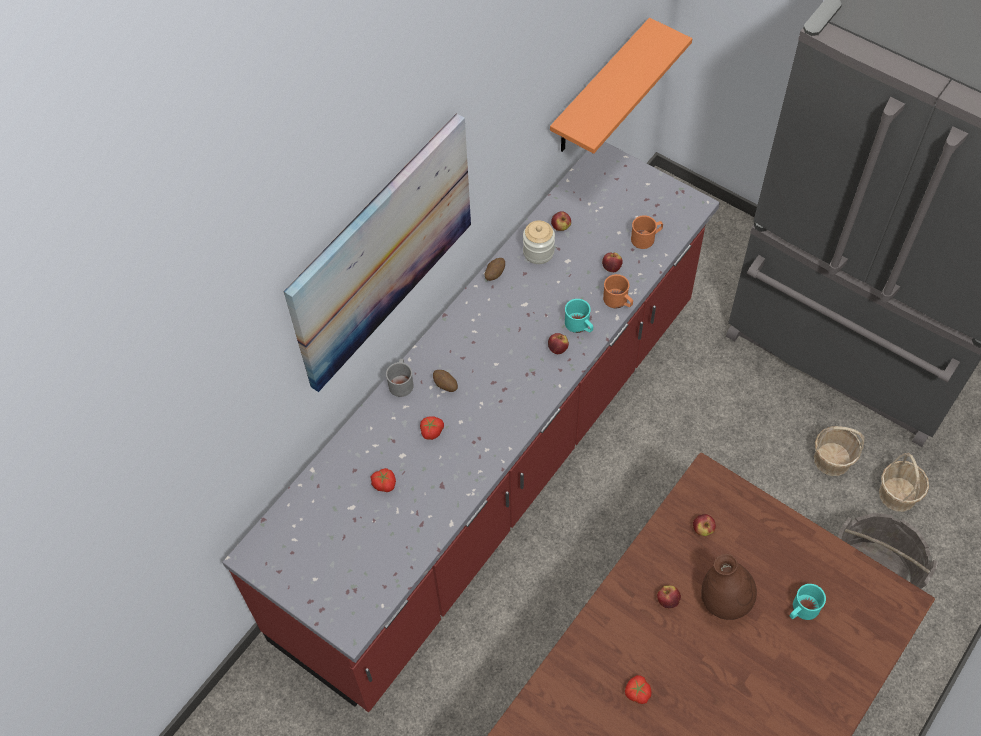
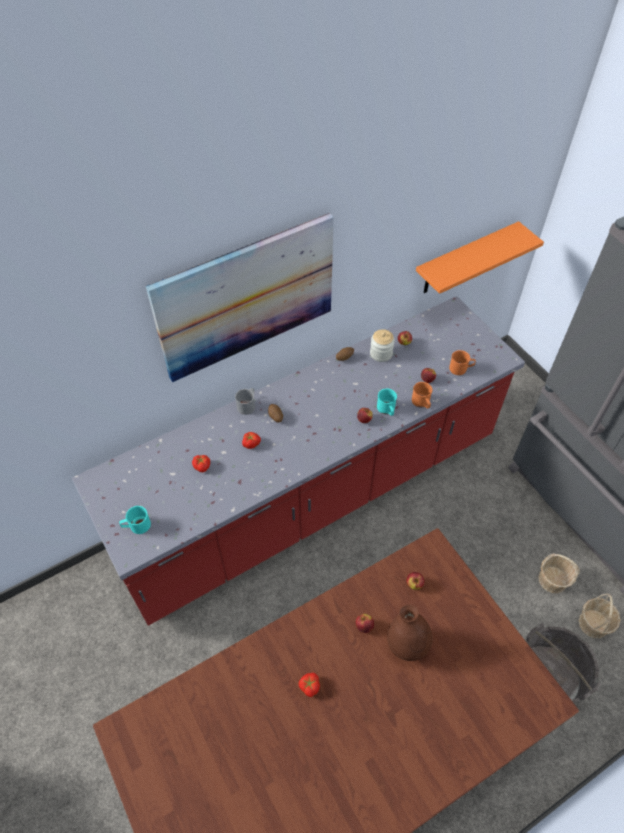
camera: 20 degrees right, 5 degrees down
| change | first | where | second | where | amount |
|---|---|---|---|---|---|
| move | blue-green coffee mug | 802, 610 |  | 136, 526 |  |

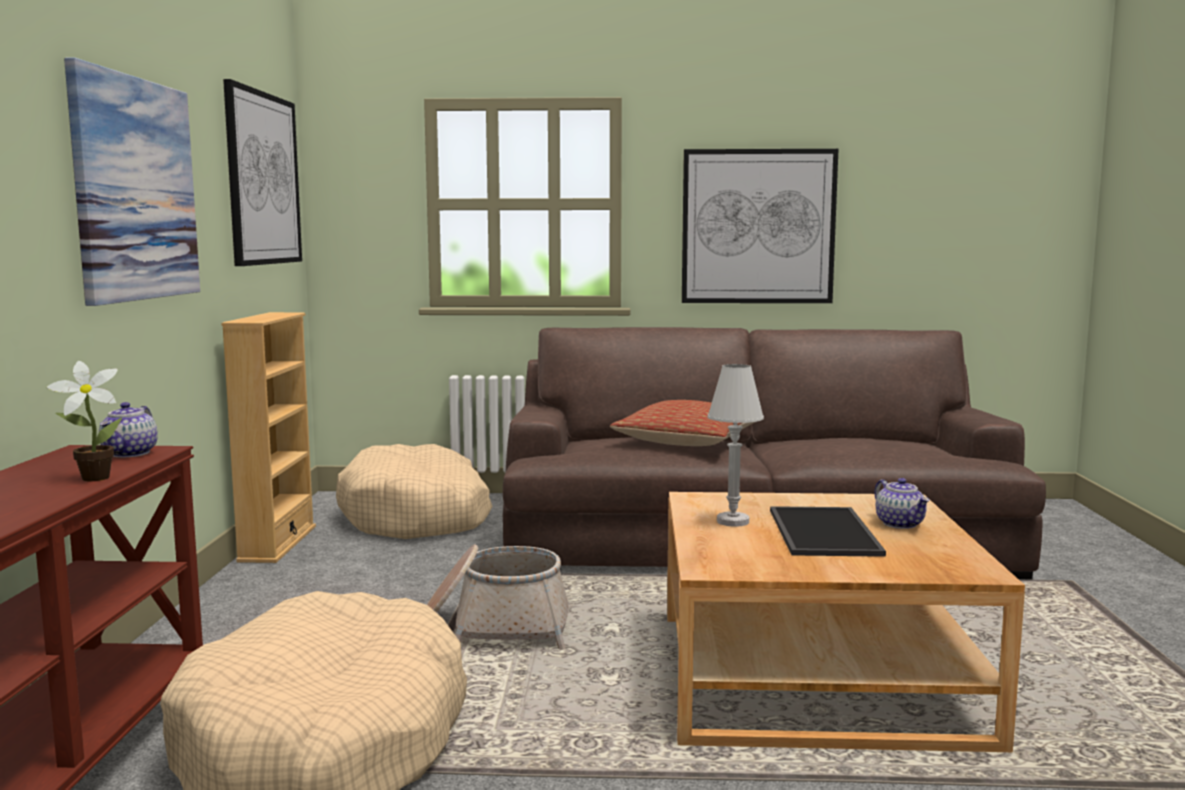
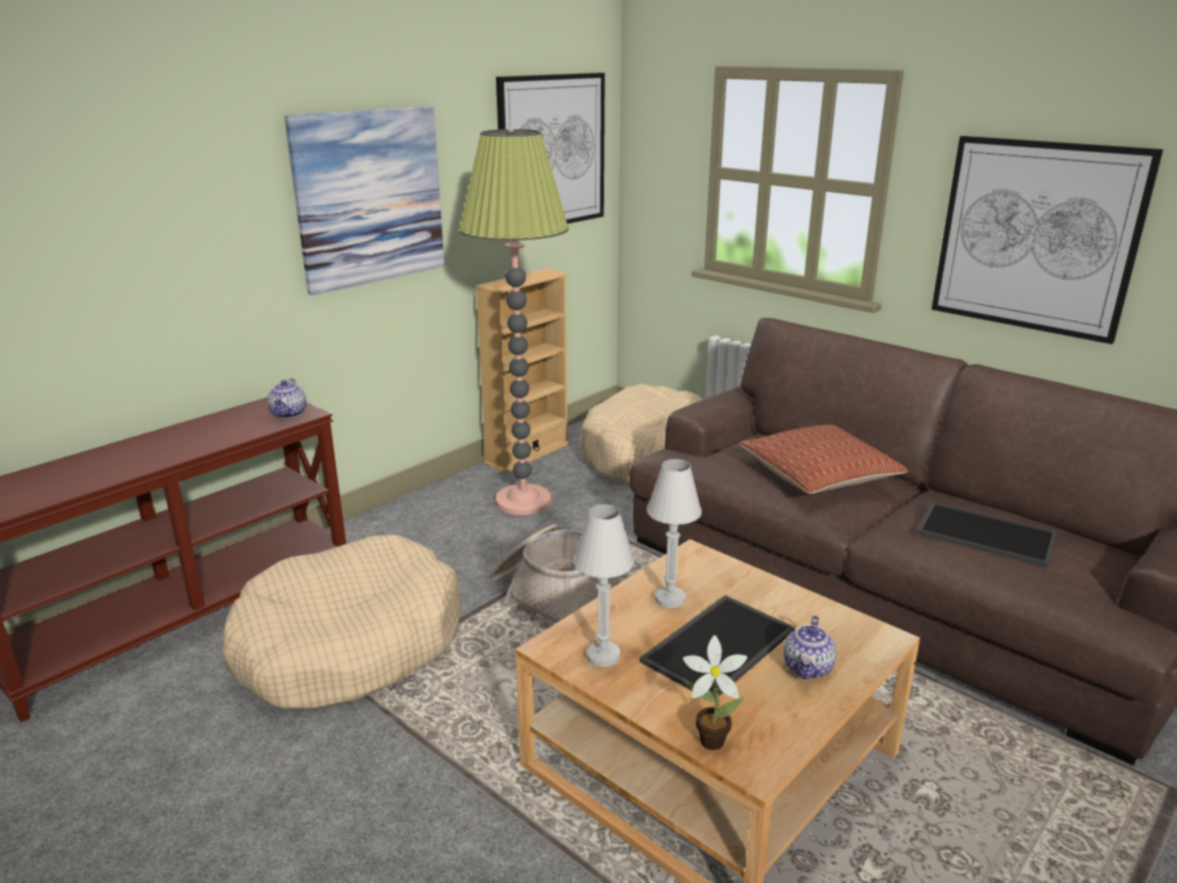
camera: 40 degrees right, 15 degrees up
| change | first | where | second | where | amount |
|---|---|---|---|---|---|
| rotate | tea pot | 130, 453 |  | 289, 414 | 45 degrees counterclockwise |
| insert |  |  | floor lamp | 523, 501 |  |
| insert |  |  | whitish table lamp | 603, 656 |  |
| move | plant in a pot | 91, 478 |  | 708, 739 |  |
| insert |  |  | serving tray | 984, 535 |  |

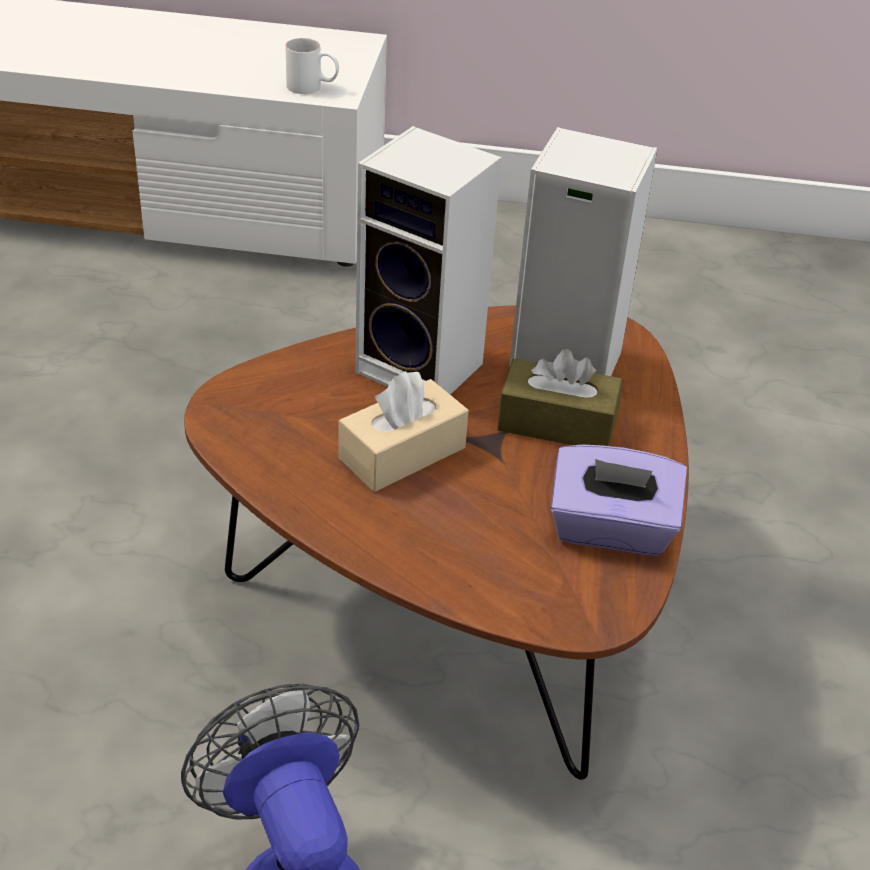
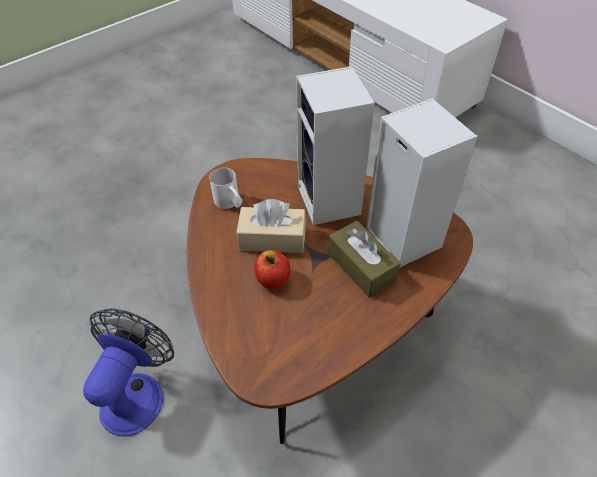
camera: 45 degrees right, 10 degrees up
| change | first | where | second | where | amount |
|---|---|---|---|---|---|
| move | whitish coffee mug | 312, 88 |  | 230, 204 |  |
| insert |  |  | apple fruit | 273, 279 |  |
| delete | purple box of tissues | 611, 530 |  |  |  |

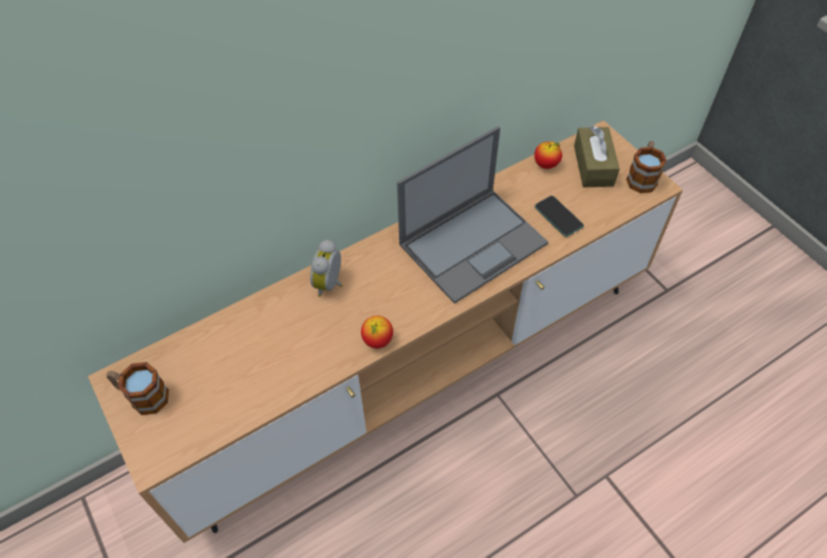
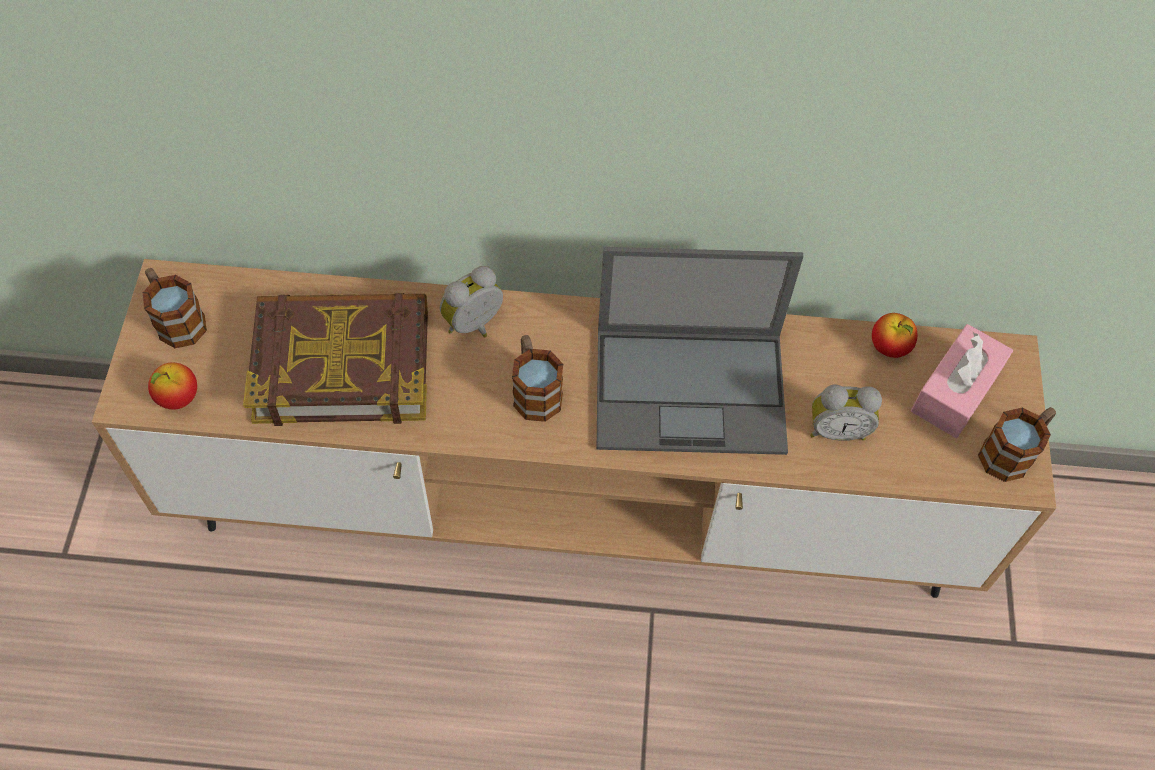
camera: 35 degrees right, 5 degrees up
| change | first | where | second | where | amount |
|---|---|---|---|---|---|
| move | apple fruit | 377, 340 |  | 178, 398 |  |
| insert |  |  | book | 342, 363 |  |
| insert |  |  | coffee mug | 534, 390 |  |
| replace | phone | 558, 217 | bedside clock | 837, 429 |  |
| recolor | brown box of tissues | 593, 166 | pinkish box of tissues | 955, 391 |  |

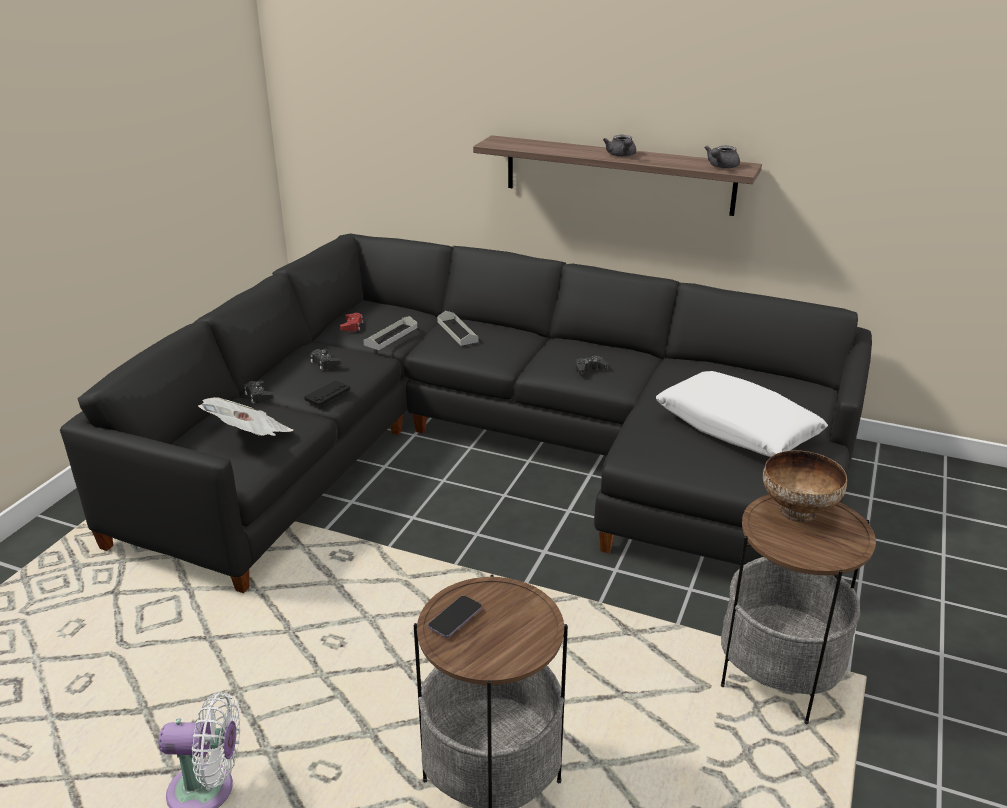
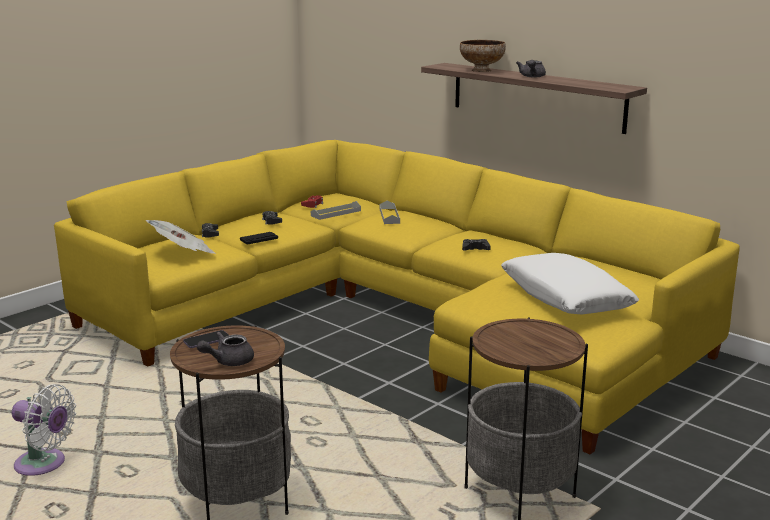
camera: 20 degrees right, 10 degrees down
| change | first | where | second | where | amount |
|---|---|---|---|---|---|
| recolor | black sofa | 495, 454 | yellow-coloured sofa | 398, 319 |  |
| move | grey tea pot | 721, 167 |  | 228, 361 |  |
| move | bowl | 799, 511 |  | 482, 70 |  |

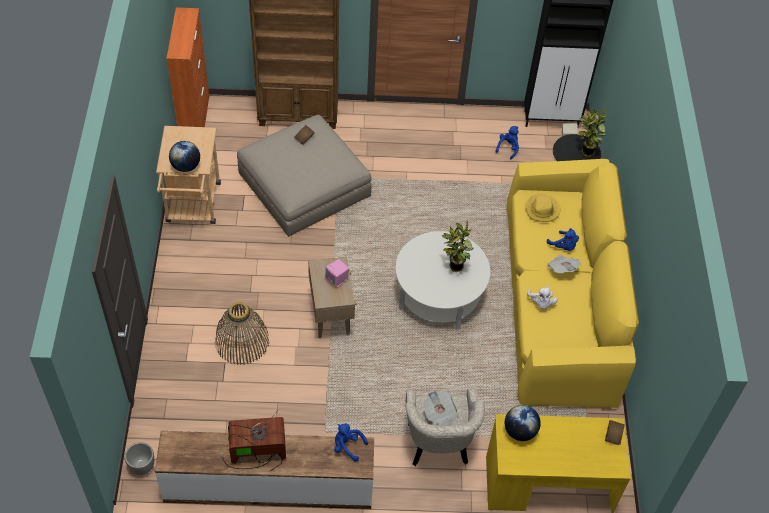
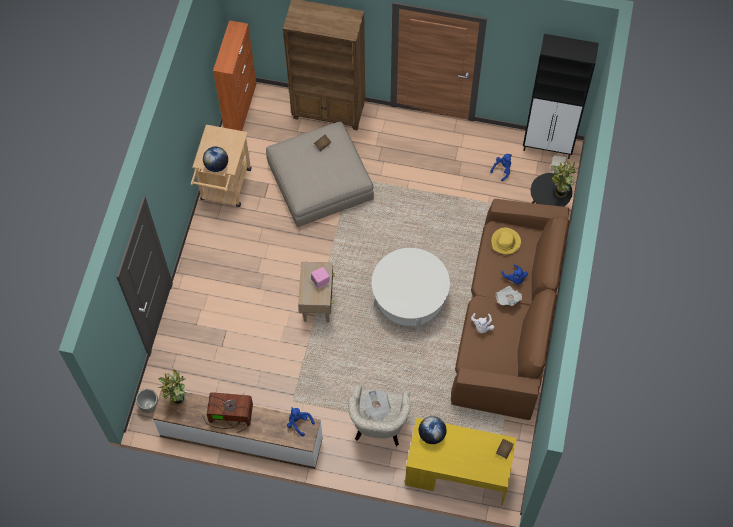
camera: 15 degrees right, 10 degrees up
| change | first | where | second | where | amount |
|---|---|---|---|---|---|
| move | plant in a pot | 454, 267 |  | 177, 399 |  |
| recolor | yellow-coloured sofa | 558, 302 | brown sofa | 507, 320 |  |
| delete | storage basket | 242, 342 |  |  |  |

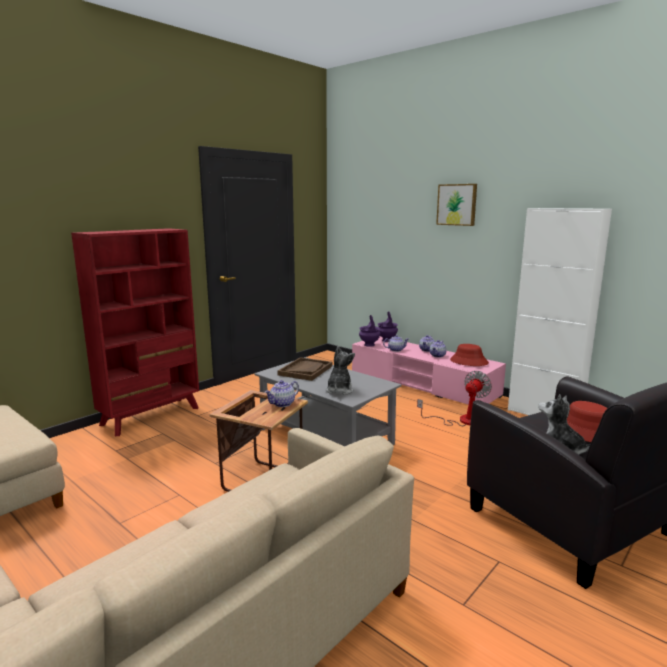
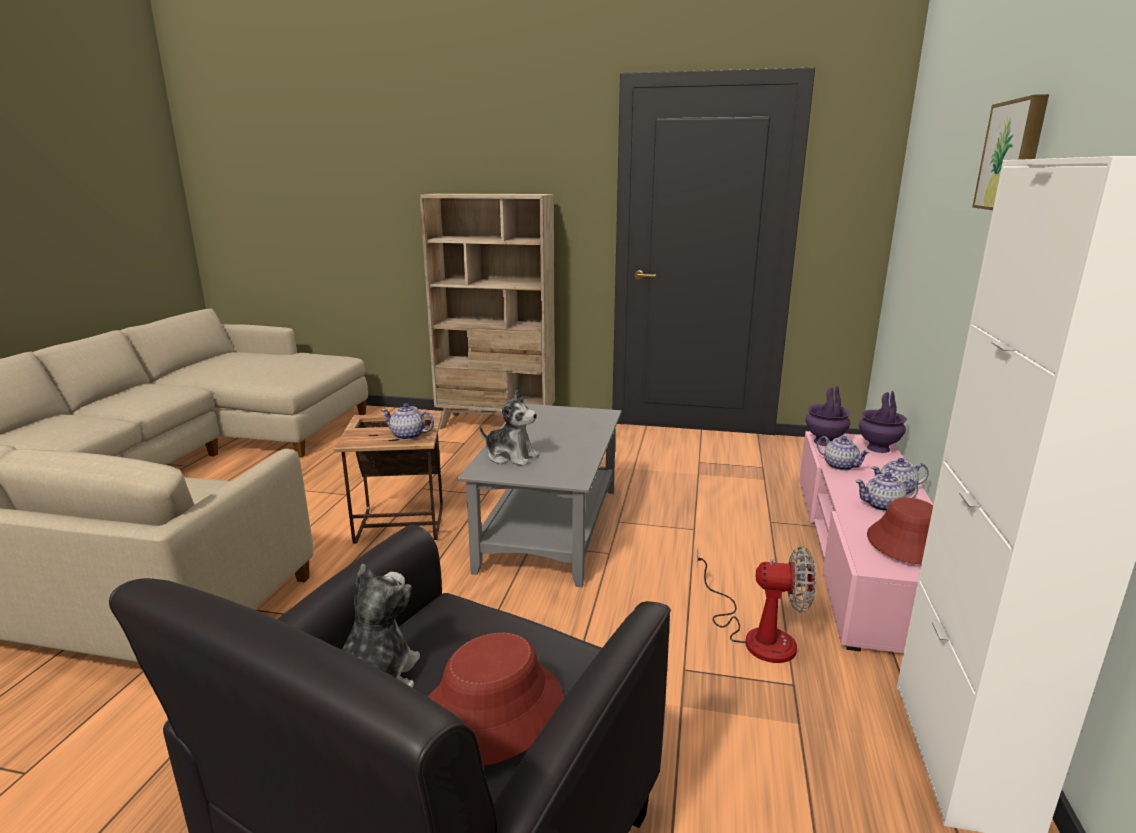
camera: 60 degrees right, 5 degrees up
| change | first | where | second | where | amount |
|---|---|---|---|---|---|
| recolor | reddish bookcase | 151, 416 | beige-coloured bookcase | 496, 425 |  |
| rotate | cuddly toy | 339, 390 |  | 511, 456 | 45 degrees clockwise |
| delete | brown serving tray | 305, 370 |  |  |  |

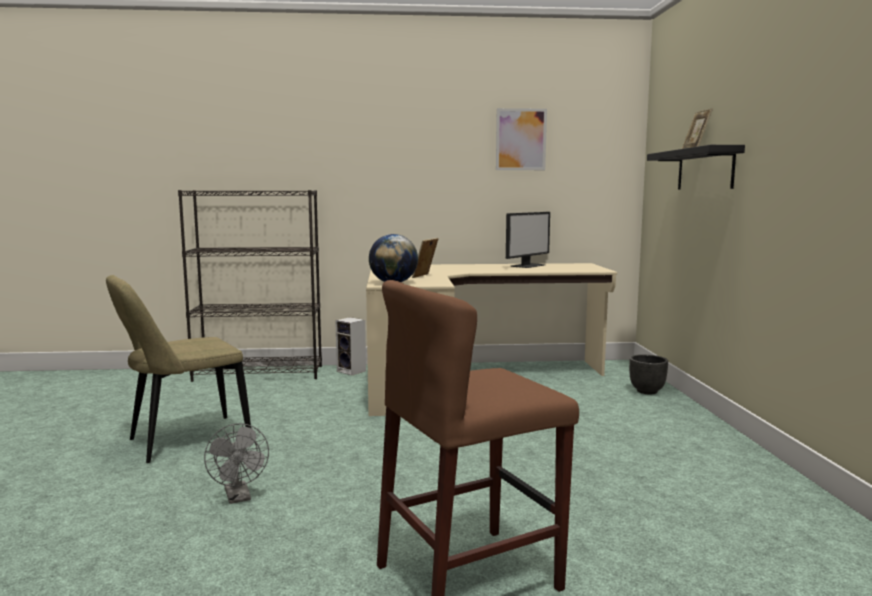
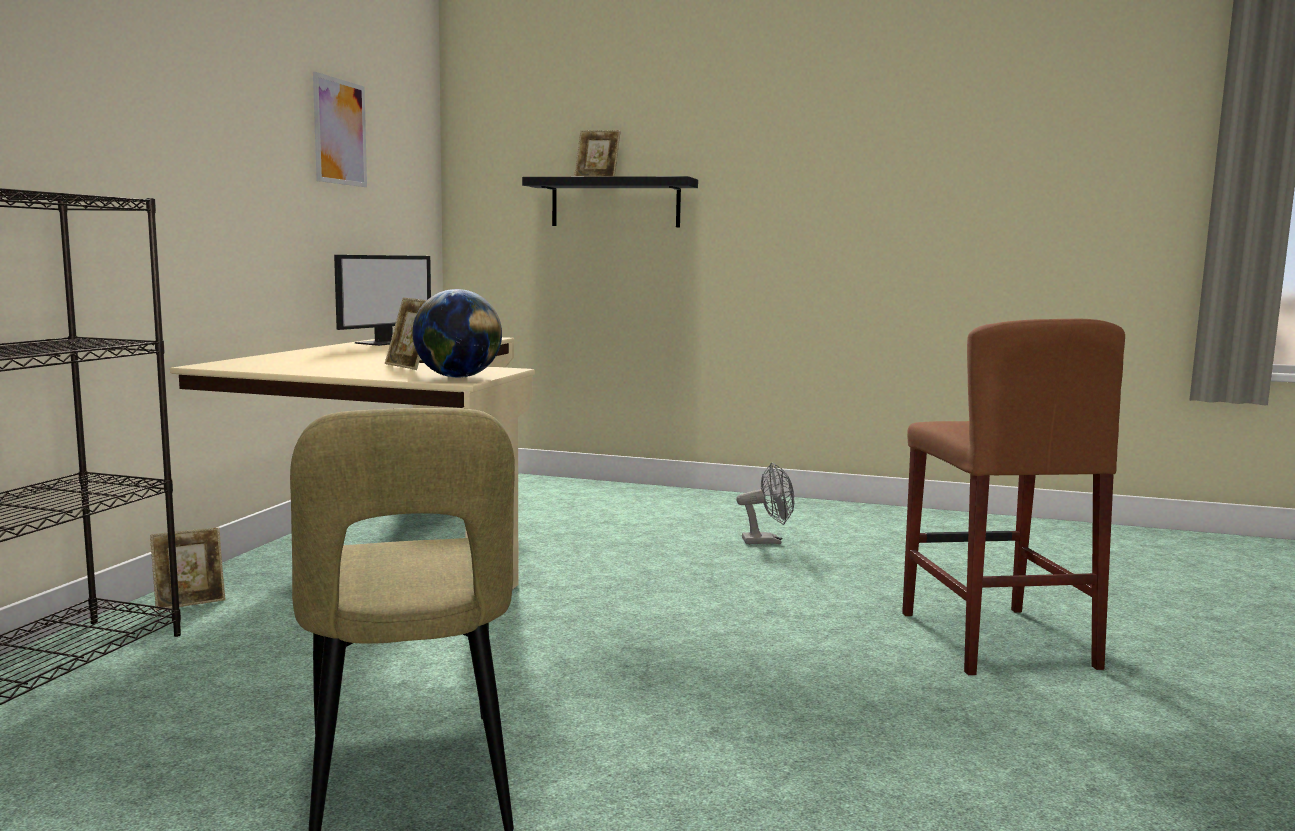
camera: 70 degrees left, 0 degrees up
| change | first | where | second | where | amount |
|---|---|---|---|---|---|
| replace | audio speaker | 352, 371 | standing frame | 190, 602 |  |
| rotate | monitor | 527, 265 |  | 386, 342 | 60 degrees clockwise |
| move | grey cooling fan | 239, 497 |  | 767, 541 |  |
| delete | black plant pot | 646, 391 |  |  |  |

